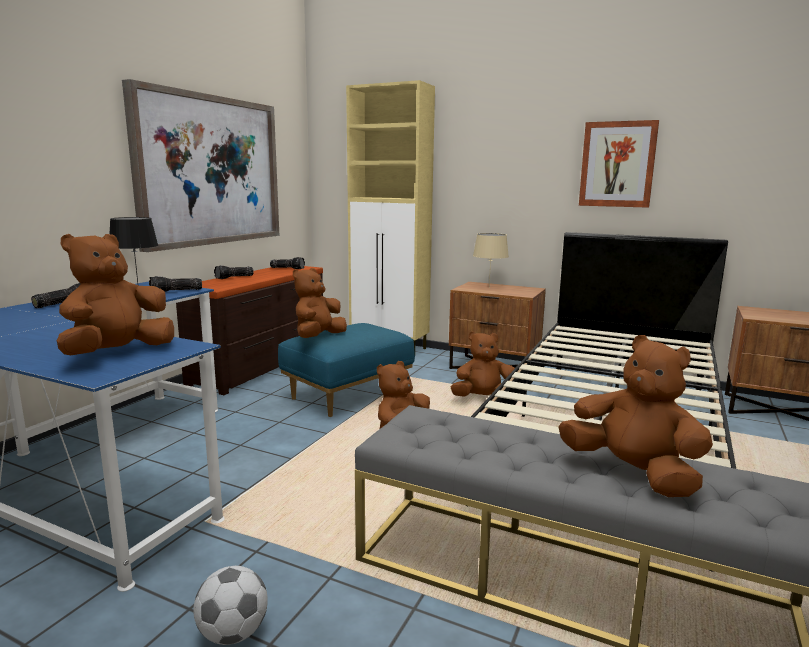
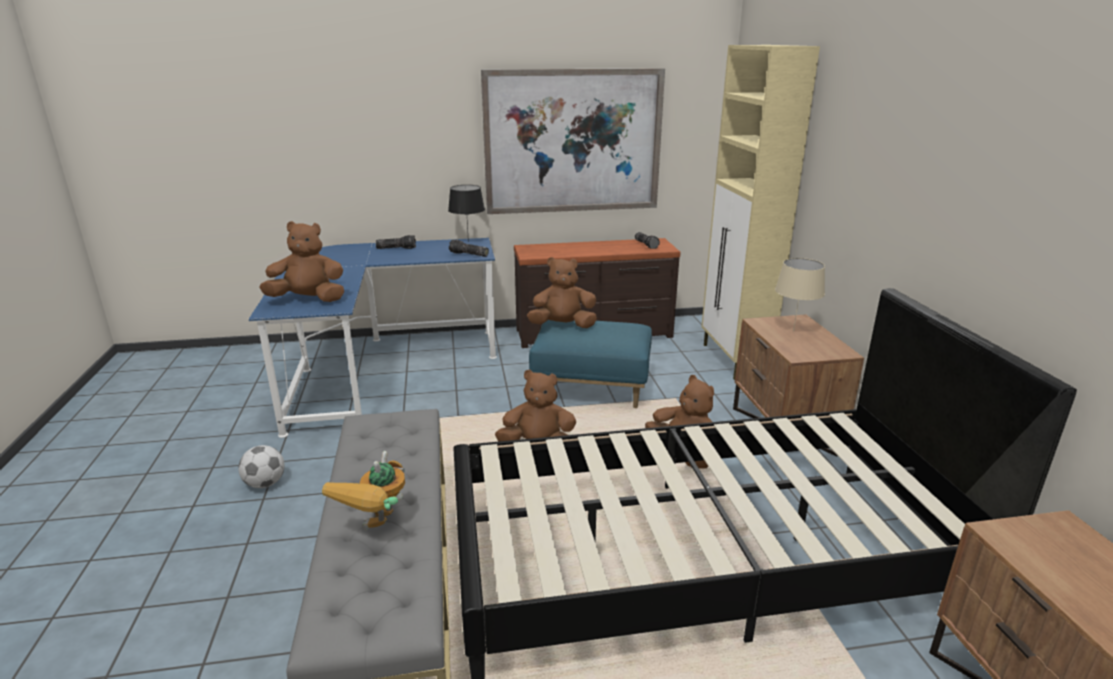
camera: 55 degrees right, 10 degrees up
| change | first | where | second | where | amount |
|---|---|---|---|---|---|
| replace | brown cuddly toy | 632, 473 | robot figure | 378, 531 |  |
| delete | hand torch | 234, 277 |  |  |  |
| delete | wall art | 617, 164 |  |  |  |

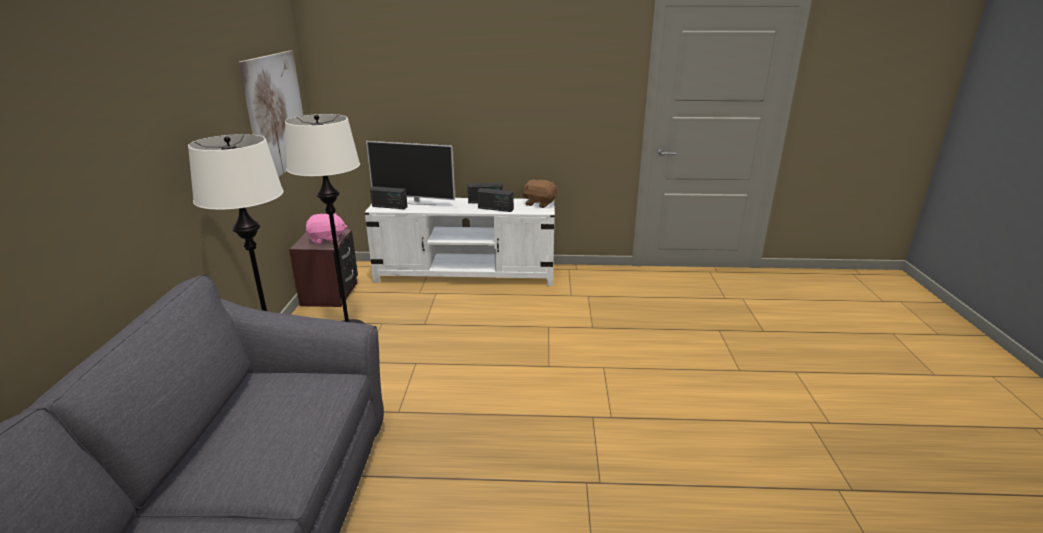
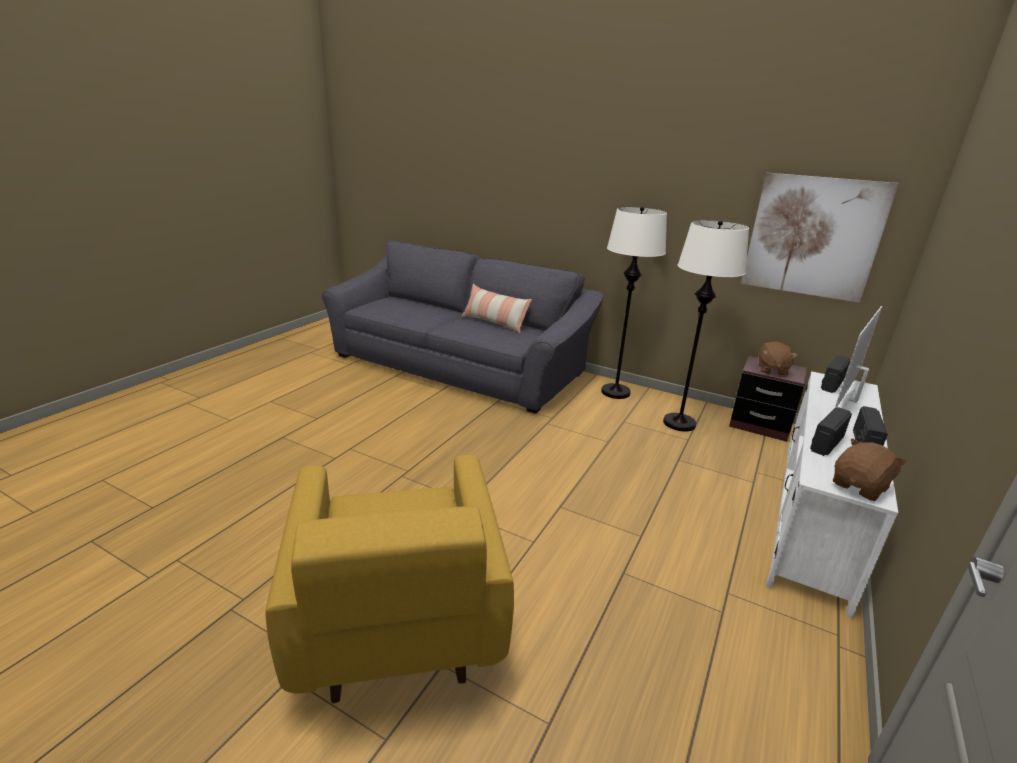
camera: 115 degrees right, 0 degrees up
| change | first | where | second | where | amount |
|---|---|---|---|---|---|
| insert |  |  | yellow-coloured easy chair | 397, 623 |  |
| insert |  |  | cushion | 494, 323 |  |
| recolor | pinkish cuddly toy | 327, 239 | brown cuddly toy | 771, 370 |  |

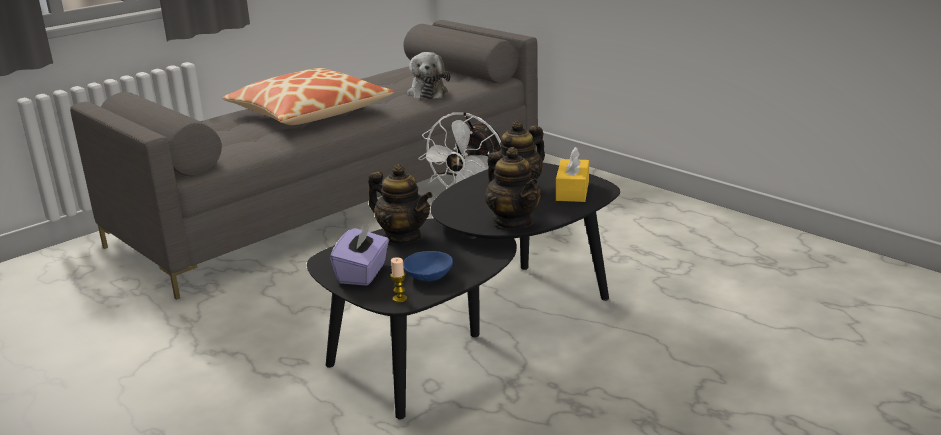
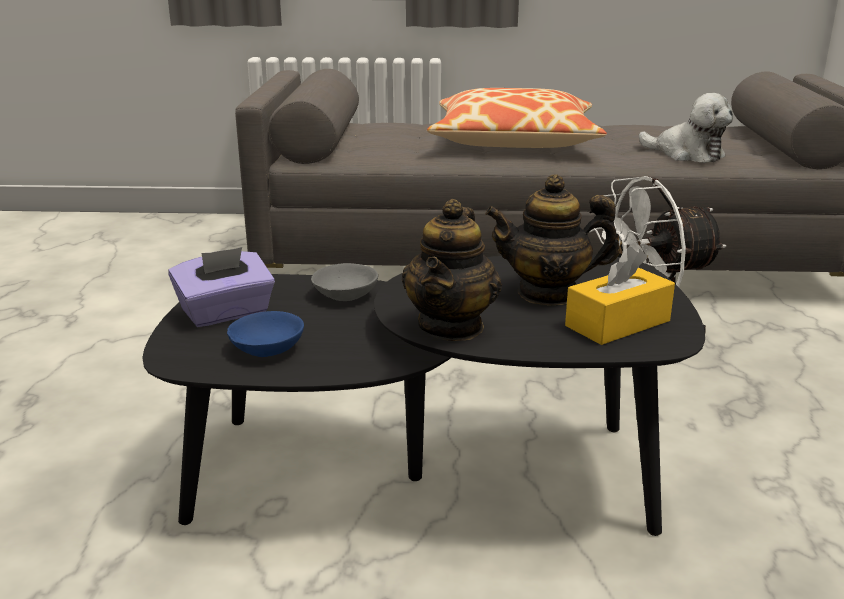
camera: 45 degrees right, 0 degrees up
| change | first | where | second | where | amount |
|---|---|---|---|---|---|
| replace | tea pot | 403, 237 | grey bowl | 347, 294 |  |
| rotate | cuddly toy | 428, 92 |  | 686, 154 | 90 degrees counterclockwise |
| delete | wax candle | 399, 299 |  |  |  |

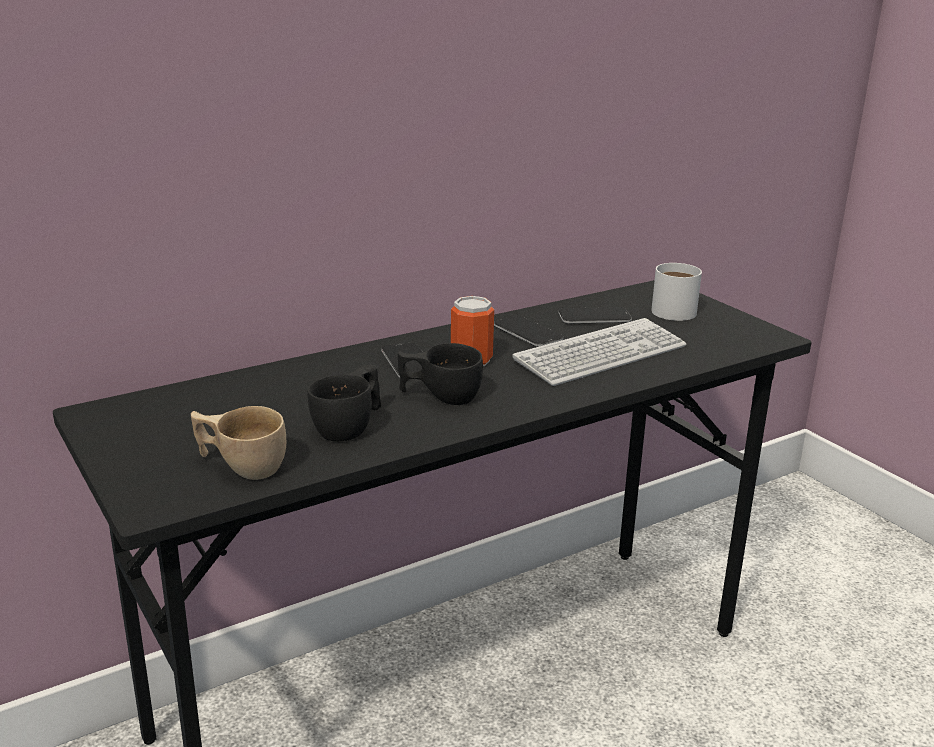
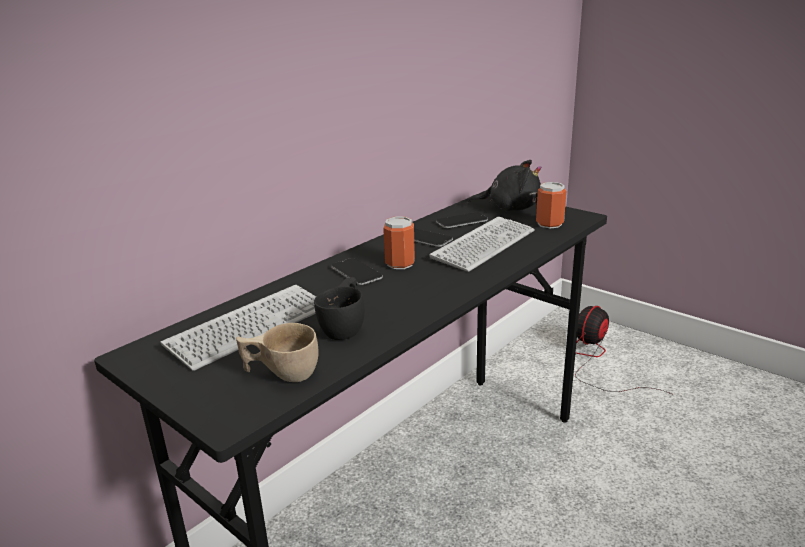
camera: 15 degrees left, 0 degrees up
| change | first | where | second | where | amount |
|---|---|---|---|---|---|
| insert |  |  | PC keyboard | 250, 327 |  |
| replace | whitish coffee mug | 677, 309 | black cuddly toy | 510, 208 |  |
| insert |  |  | sealed can | 549, 224 |  |
| insert |  |  | cooling fan | 597, 361 |  |
| delete | black cup | 440, 396 |  |  |  |

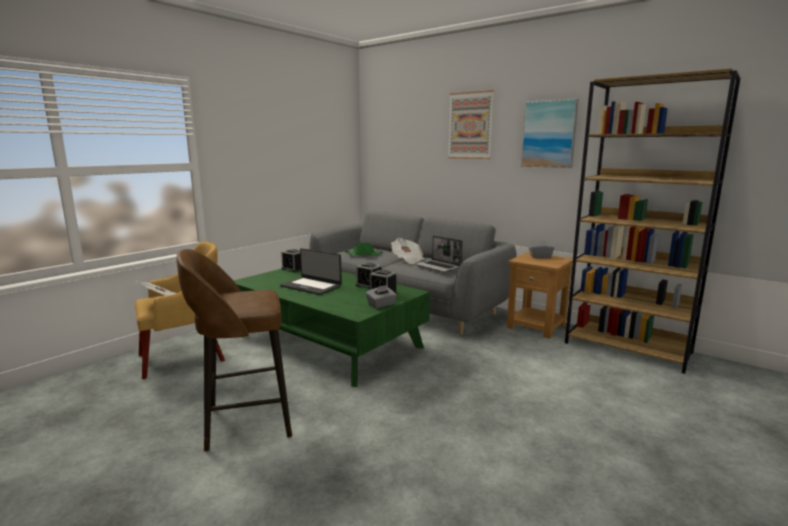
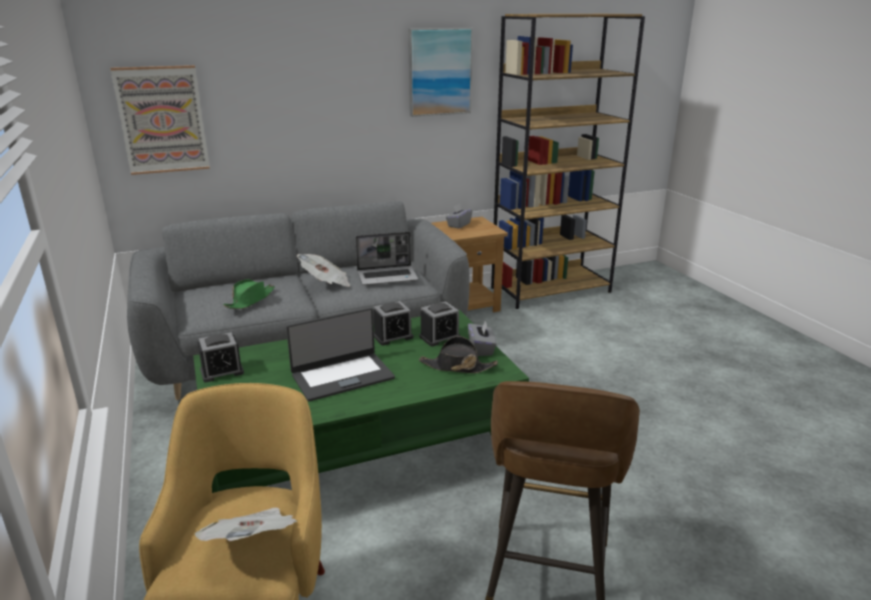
camera: 60 degrees left, 10 degrees up
| change | first | where | second | where | amount |
|---|---|---|---|---|---|
| move | wall art | 470, 125 |  | 162, 120 |  |
| insert |  |  | black clothing hat | 457, 366 |  |

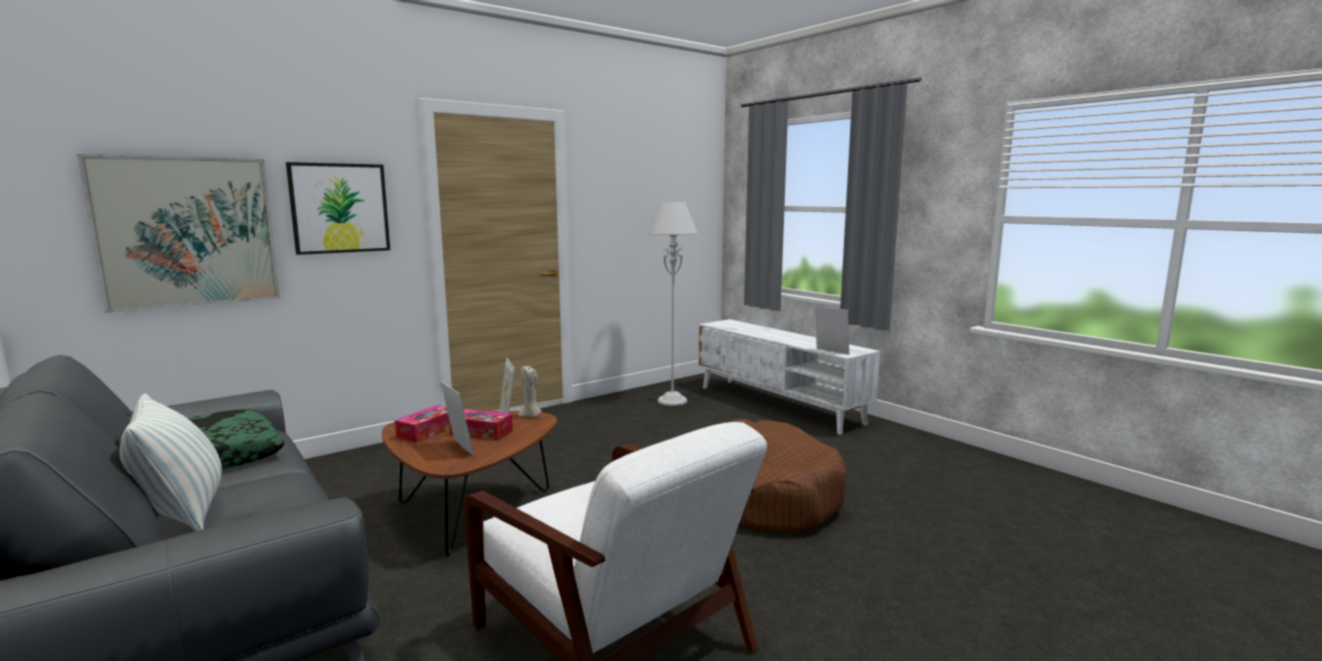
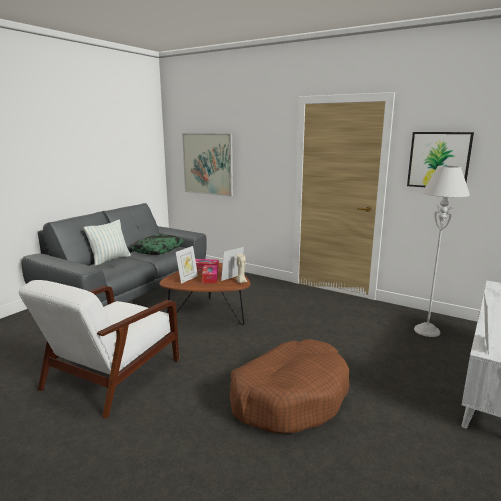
camera: 70 degrees right, 5 degrees up
| change | first | where | second | where | amount |
|---|---|---|---|---|---|
| move | wall art | 340, 208 |  | 439, 160 |  |

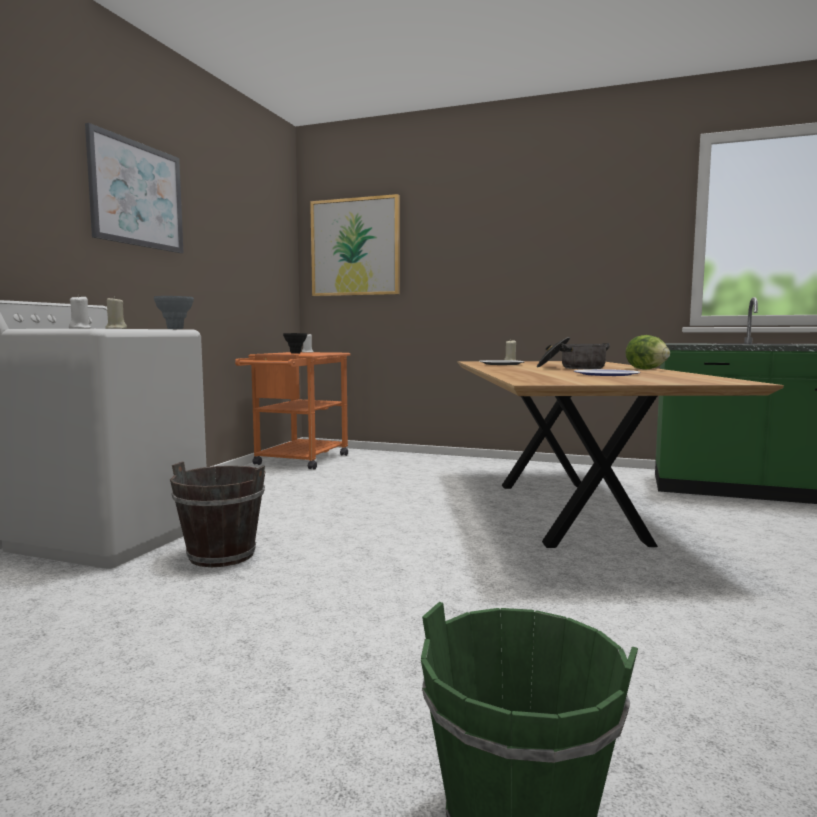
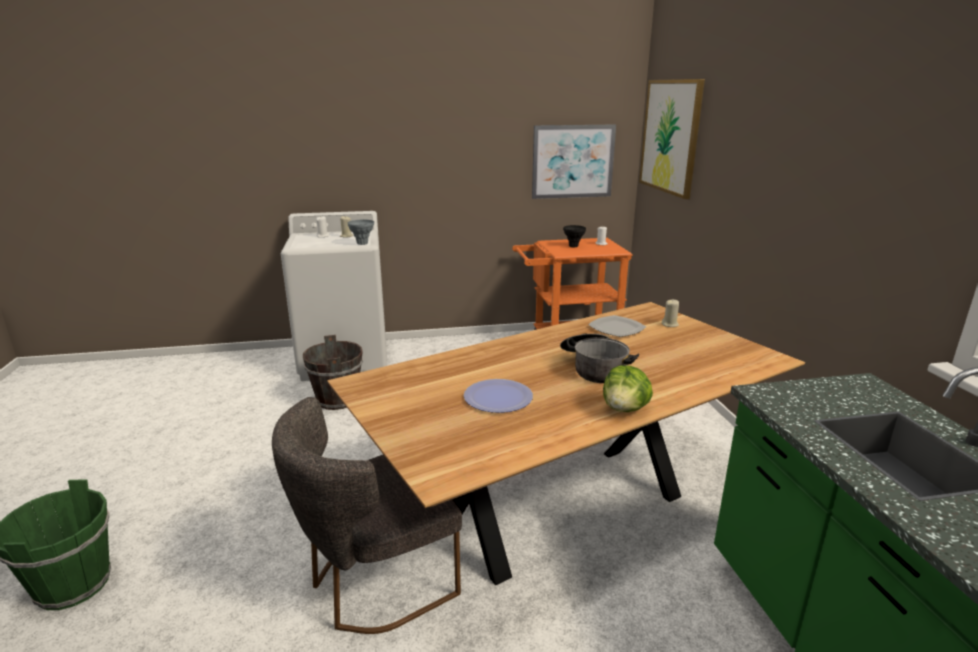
camera: 60 degrees right, 15 degrees up
| change | first | where | second | where | amount |
|---|---|---|---|---|---|
| insert |  |  | grey upright chair | 374, 584 |  |
| move | wall art | 137, 194 |  | 573, 161 |  |

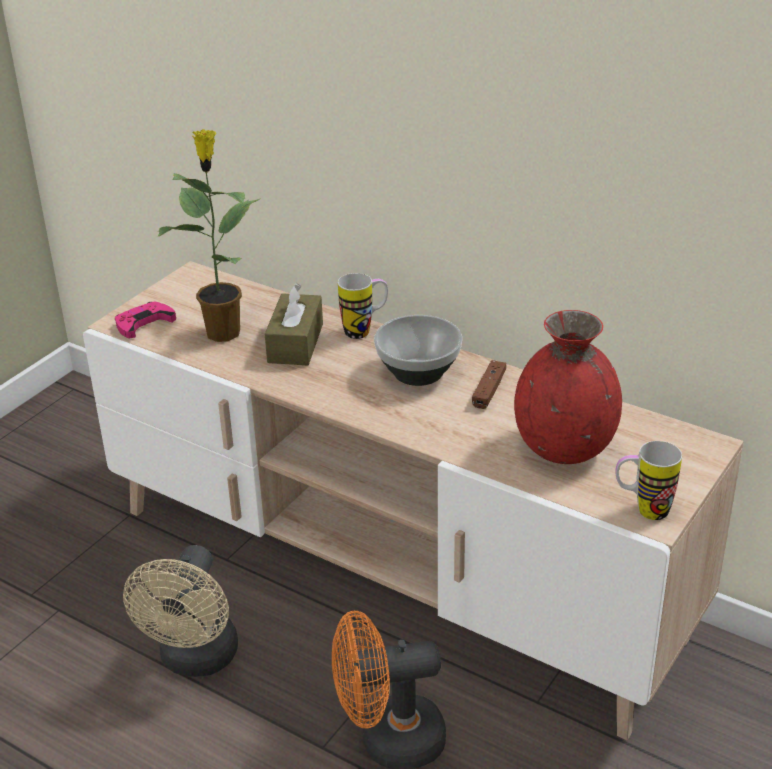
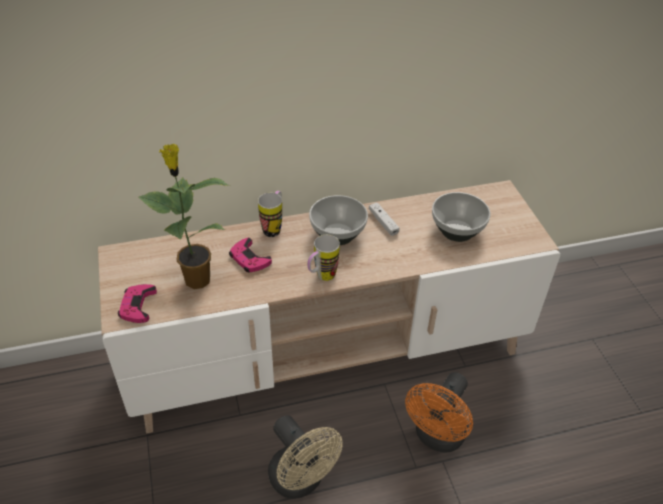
camera: 50 degrees left, 10 degrees up
| change | first | where | second | where | amount |
|---|---|---|---|---|---|
| replace | brown box of tissues | 295, 343 | pinkish joypad | 249, 259 |  |
| move | coffee mug | 642, 510 |  | 321, 277 |  |
| recolor | brown joypad | 489, 390 | whitish joypad | 383, 222 |  |
| replace | reddish vase | 565, 448 | bowl | 457, 230 |  |

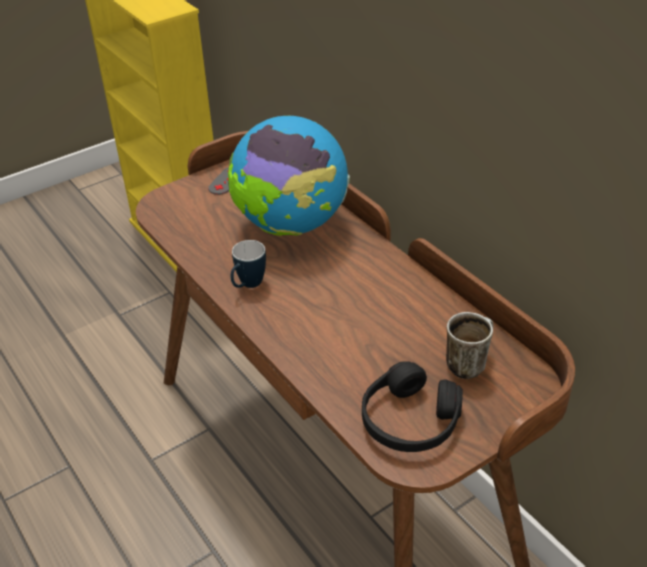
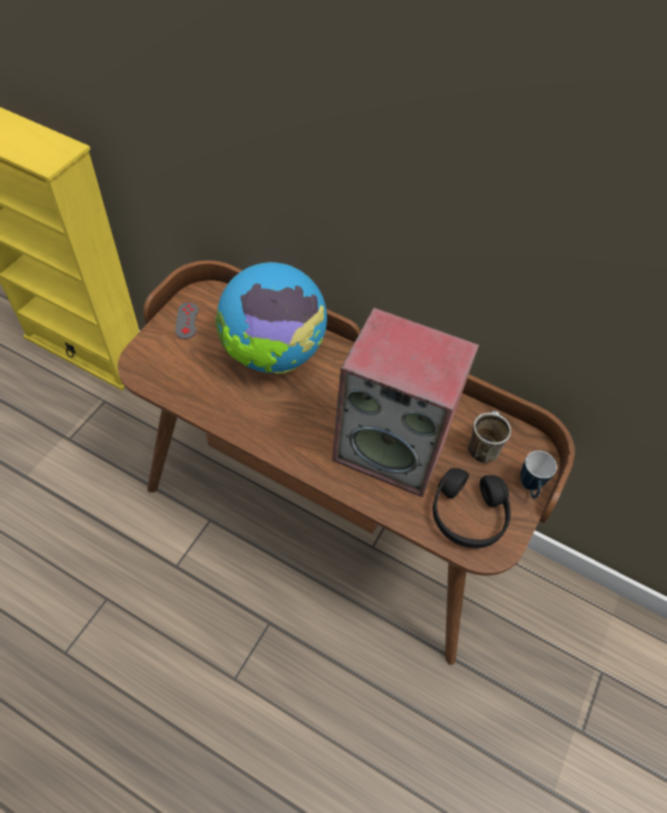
camera: 30 degrees left, 15 degrees up
| change | first | where | second | where | amount |
|---|---|---|---|---|---|
| insert |  |  | audio speaker | 392, 449 |  |
| move | coffee mug | 248, 286 |  | 529, 488 |  |

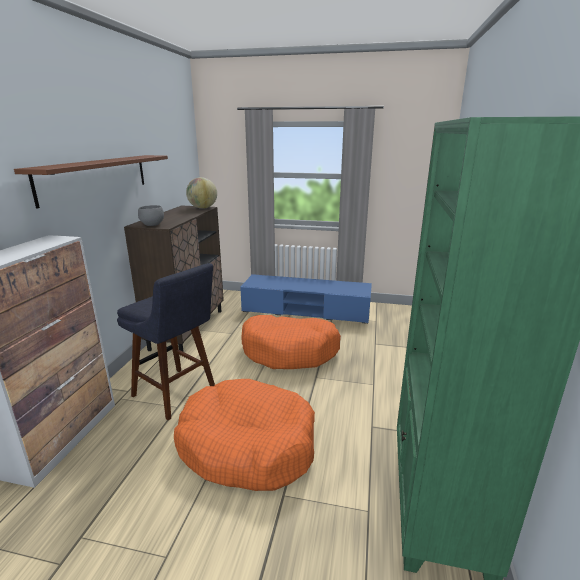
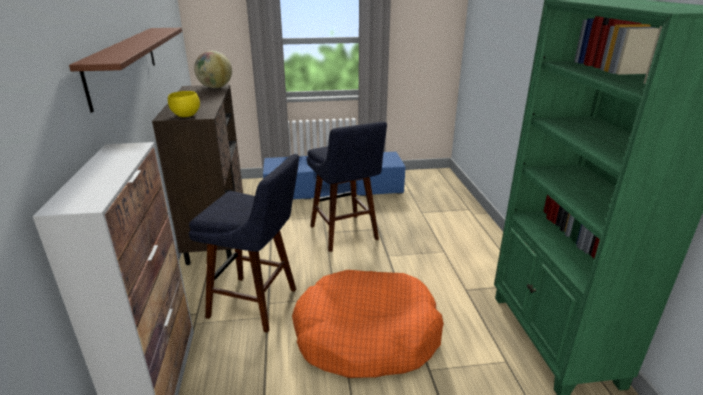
camera: 20 degrees left, 5 degrees up
| change | first | where | second | where | amount |
|---|---|---|---|---|---|
| recolor | grey bowl | 151, 225 | yellow-coloured bowl | 185, 115 |  |
| replace | orange-coloured dog cushion | 290, 351 | bluish sitting stool | 345, 235 |  |

